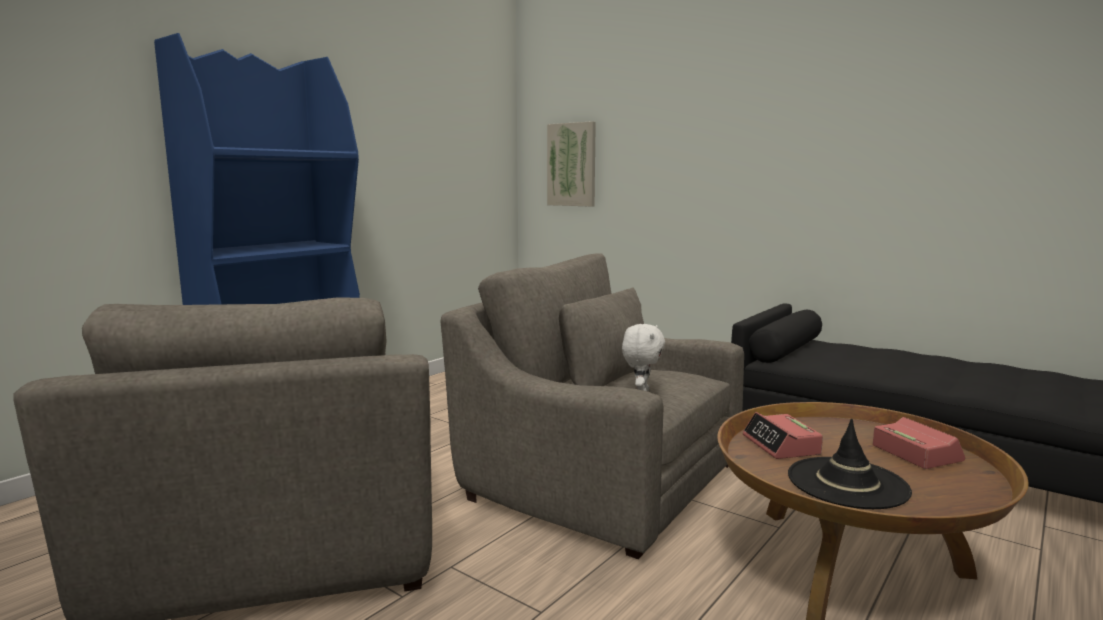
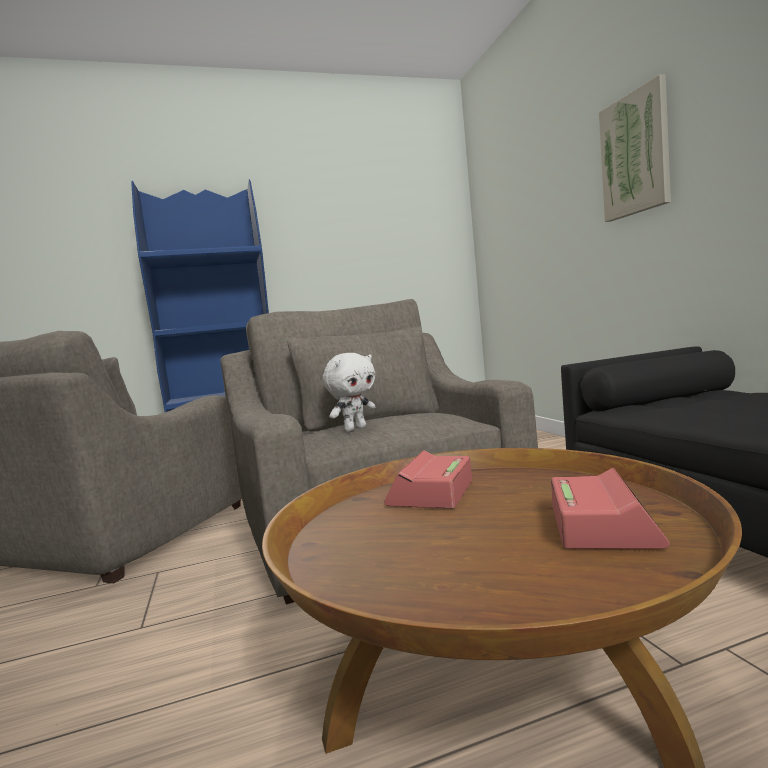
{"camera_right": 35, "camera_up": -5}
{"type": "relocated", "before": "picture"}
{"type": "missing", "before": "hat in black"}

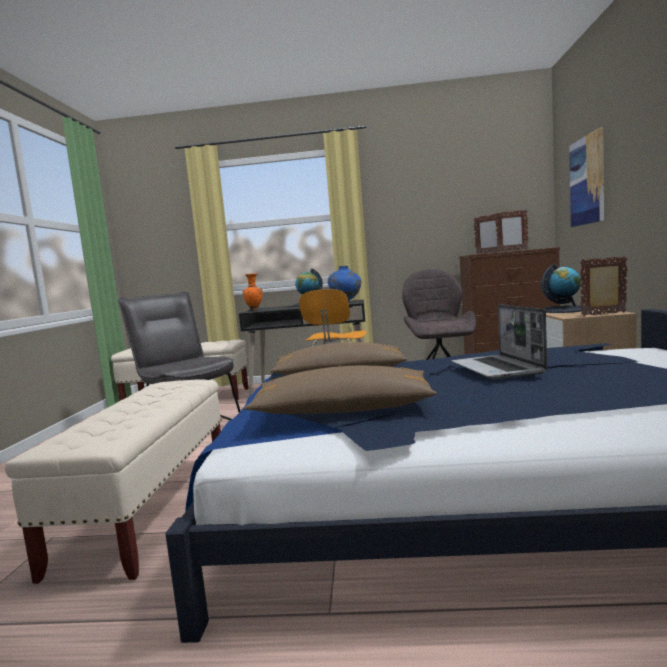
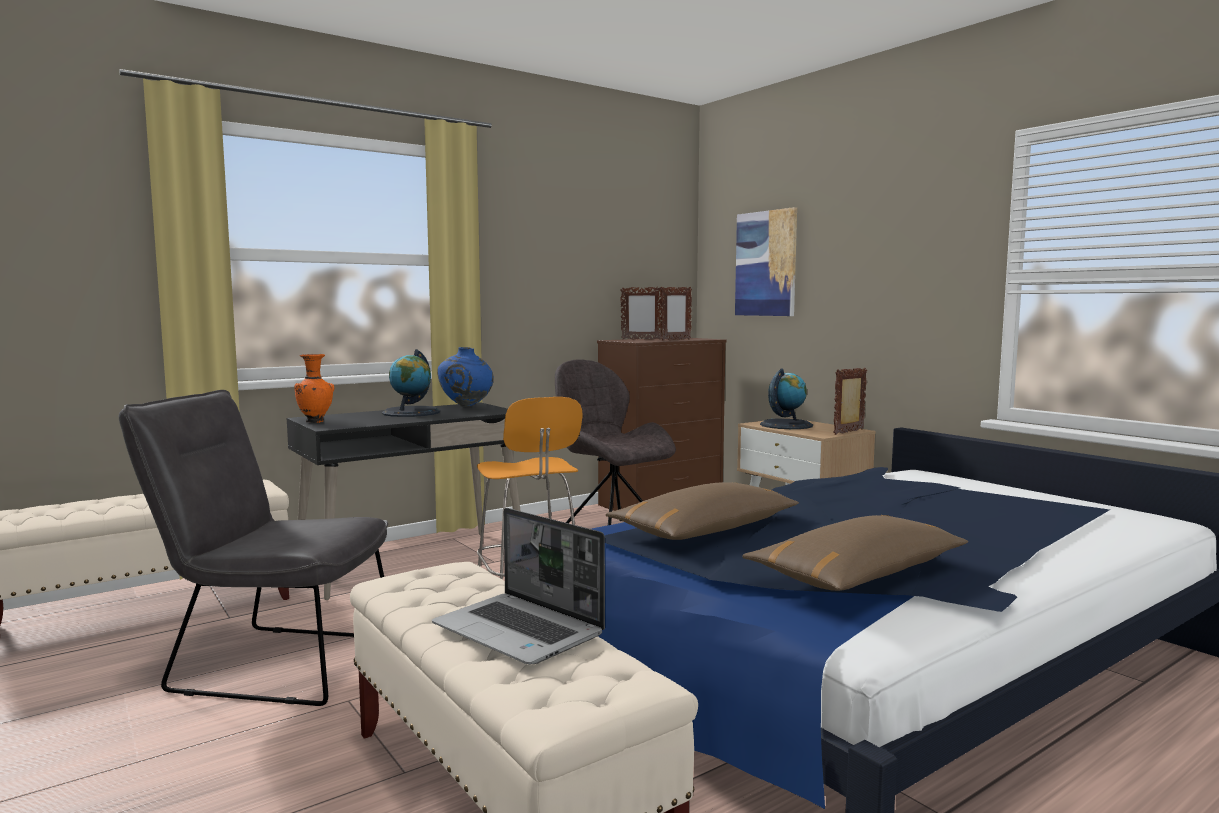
{"camera_right": -40, "camera_up": 0}
{"type": "relocated", "before": "laptop"}

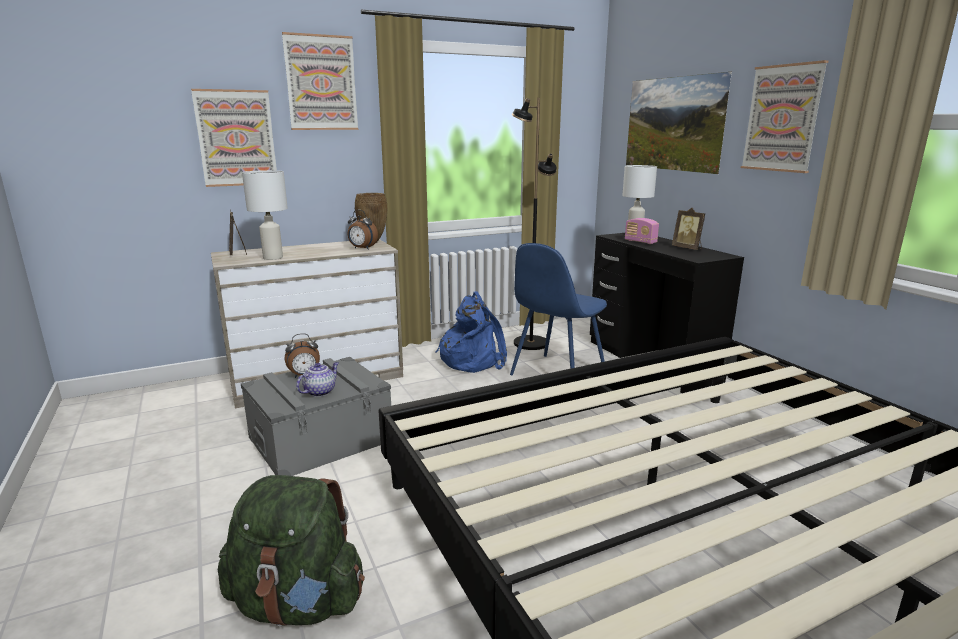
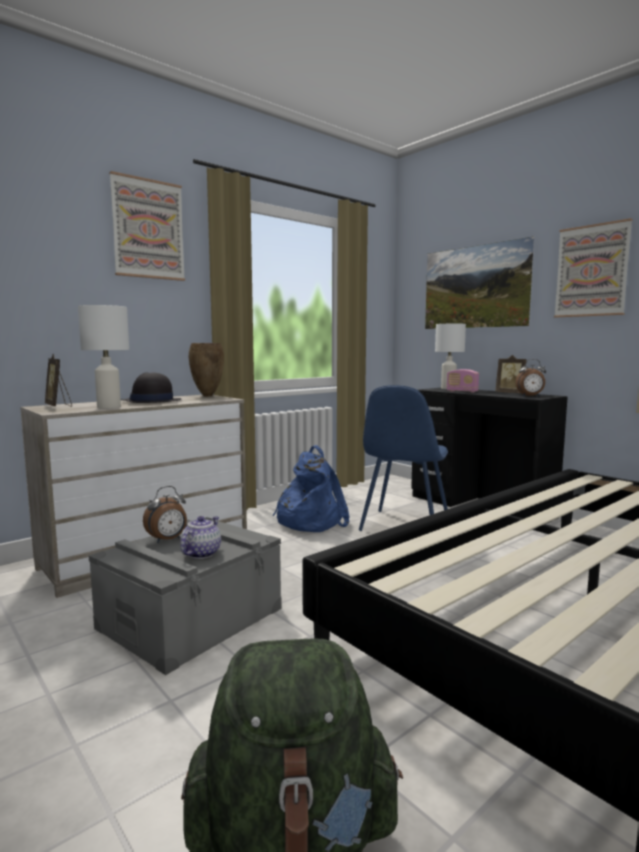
{"camera_right": -15, "camera_up": -10}
{"type": "appeared", "after": "hat in black"}
{"type": "relocated", "before": "alarm clock (no. 2 from left)"}
{"type": "missing", "before": "picture (no. 1 from left)"}
{"type": "missing", "before": "floor lamp in black"}

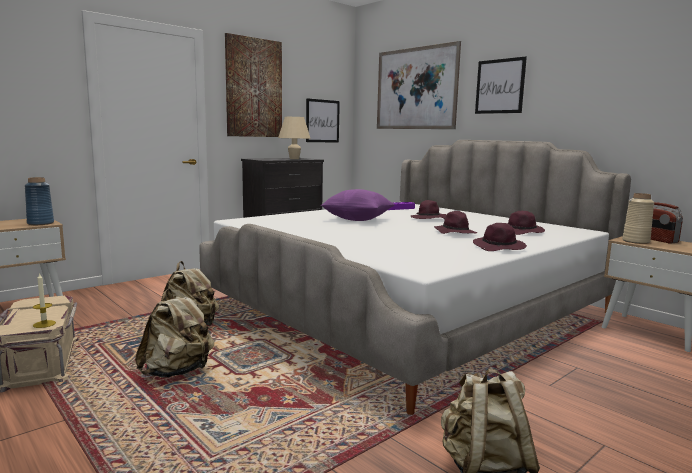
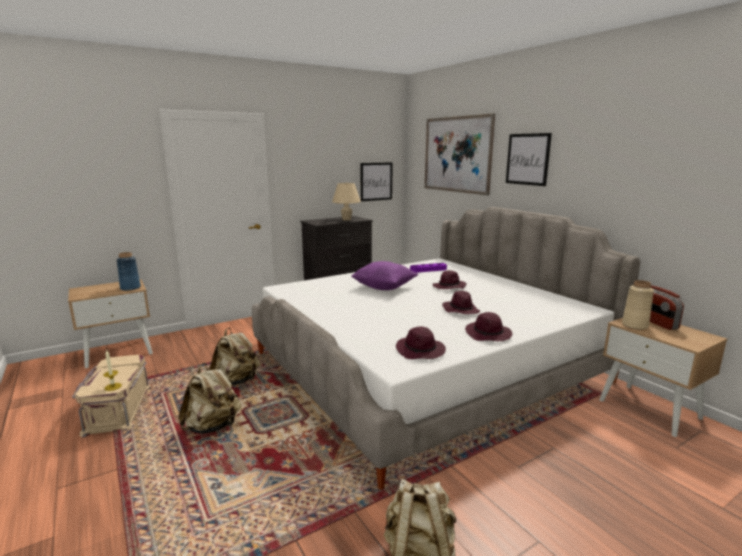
{"camera_right": 10, "camera_up": 5}
{"type": "relocated", "before": "hat in purple (no. 4 from left in the first image)", "after": "hat in purple (no. 1 from left)"}
{"type": "missing", "before": "picture (no. 1 from left)"}

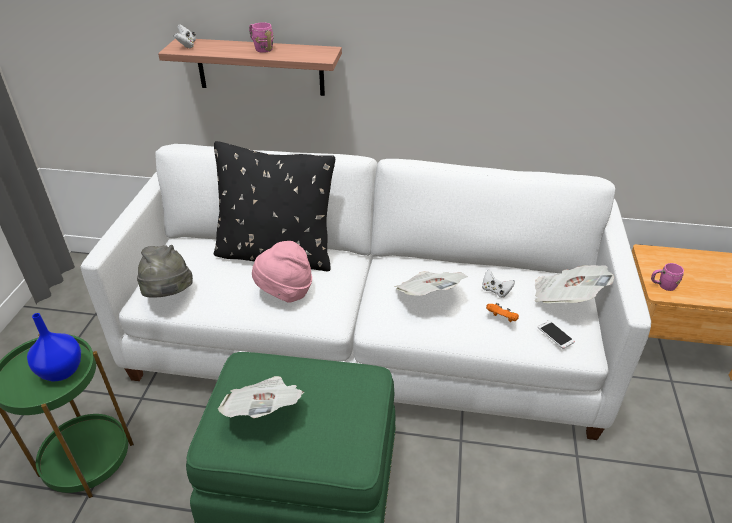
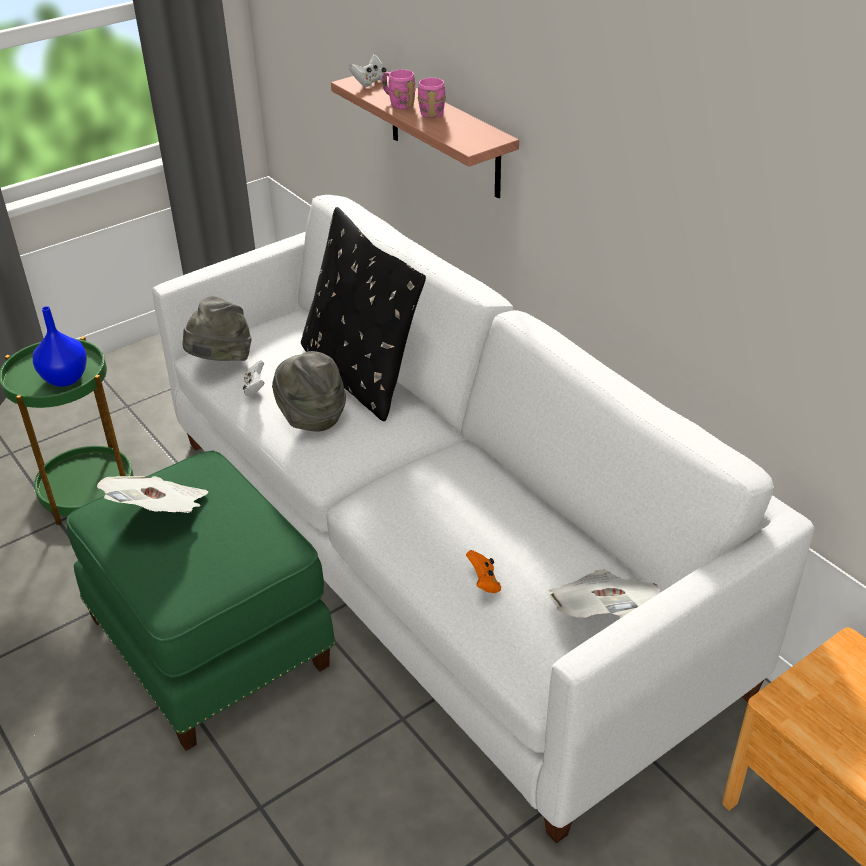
{"camera_right": 45, "camera_up": 0}
{"type": "relocated", "before": "game controller in white (no. 2 from left in the first image)", "after": "game controller in white (no. 1 from left)"}
{"type": "colour", "before": "hat in pink", "after": "hat in grey (no. 2 from left)"}
{"type": "relocated", "before": "mug in pink (no. 2 from left in the first image)", "after": "mug in pink (no. 1 from left)"}
{"type": "missing", "before": "newspaper (no. 2 from left)"}
{"type": "missing", "before": "phone"}

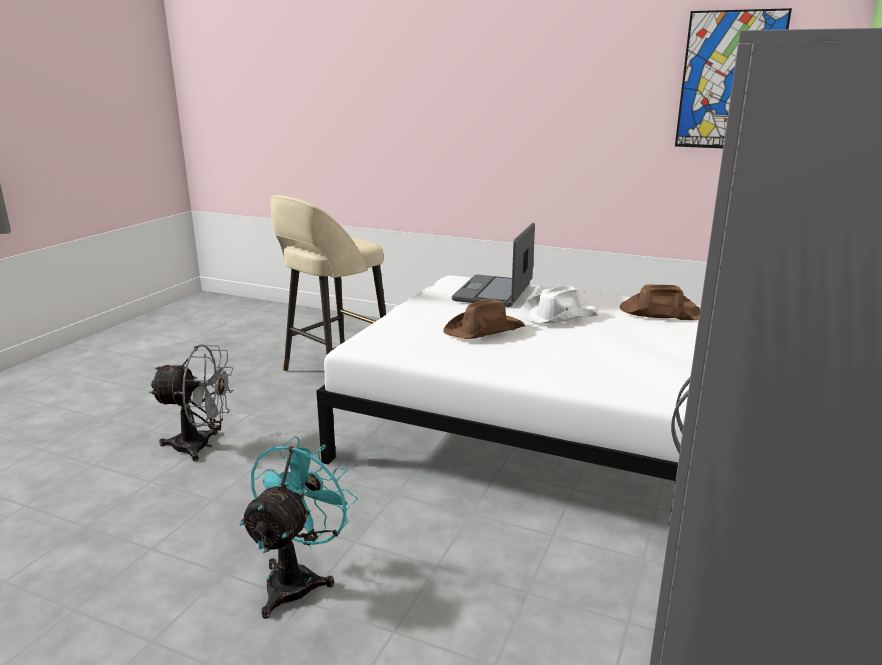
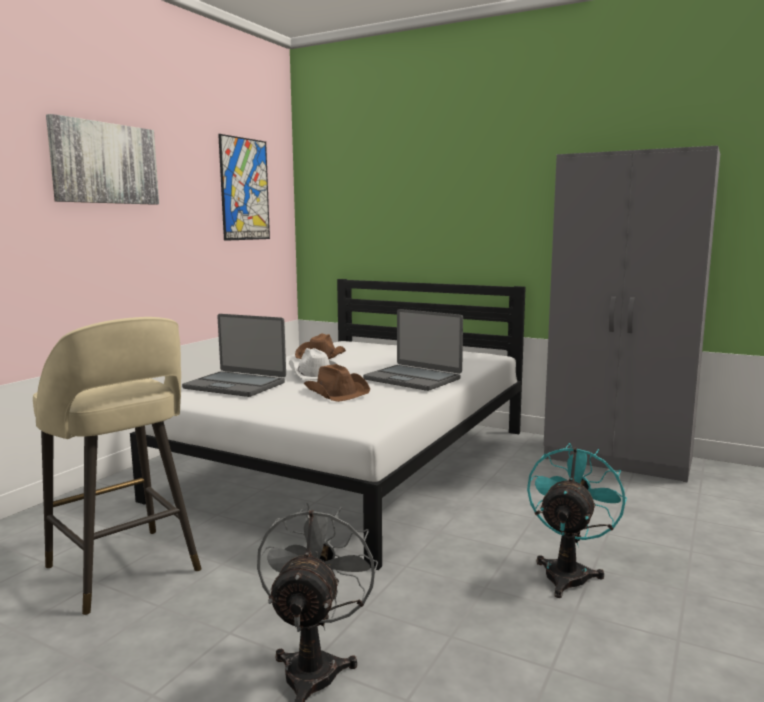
{"camera_right": -85, "camera_up": -10}
{"type": "appeared", "after": "picture (no. 1 from left)"}
{"type": "appeared", "after": "laptop (no. 2 from left)"}
{"type": "spun", "before": "fan in turquoise", "turn": 90}

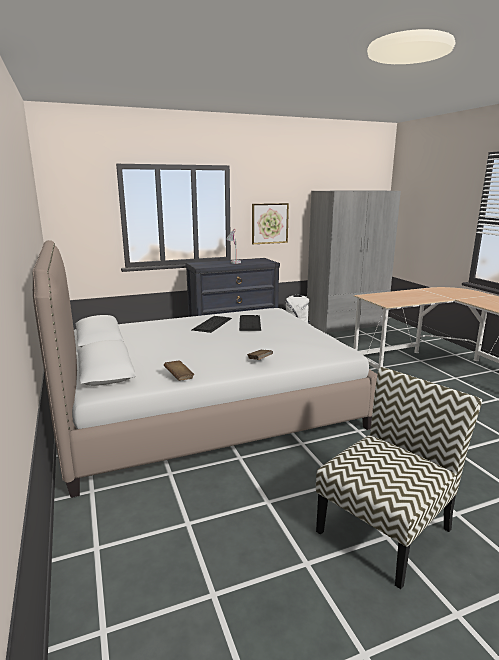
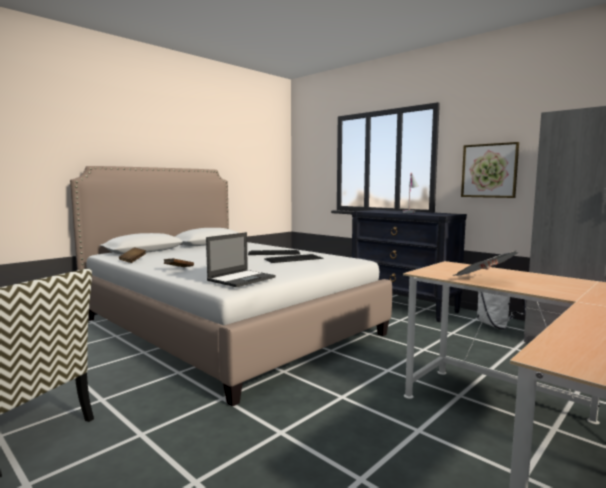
{"camera_right": 65, "camera_up": -10}
{"type": "appeared", "after": "laptop"}
{"type": "appeared", "after": "newspaper"}

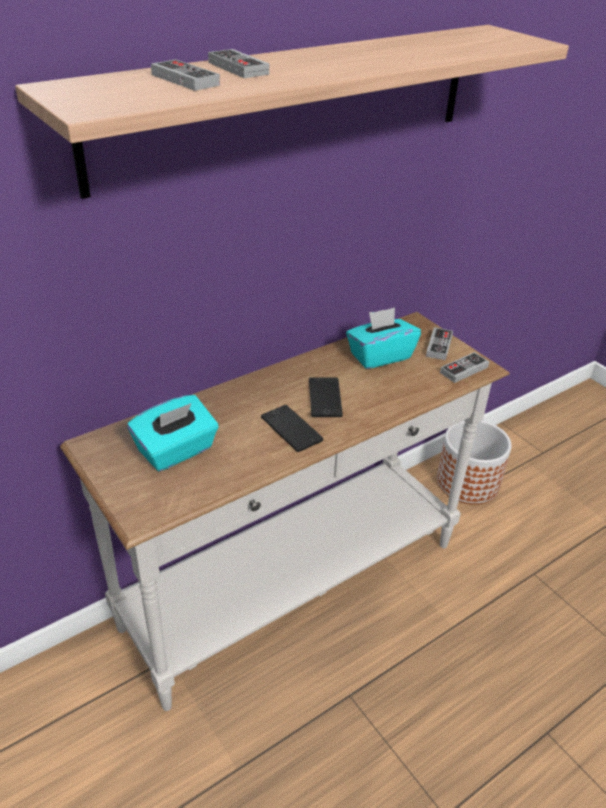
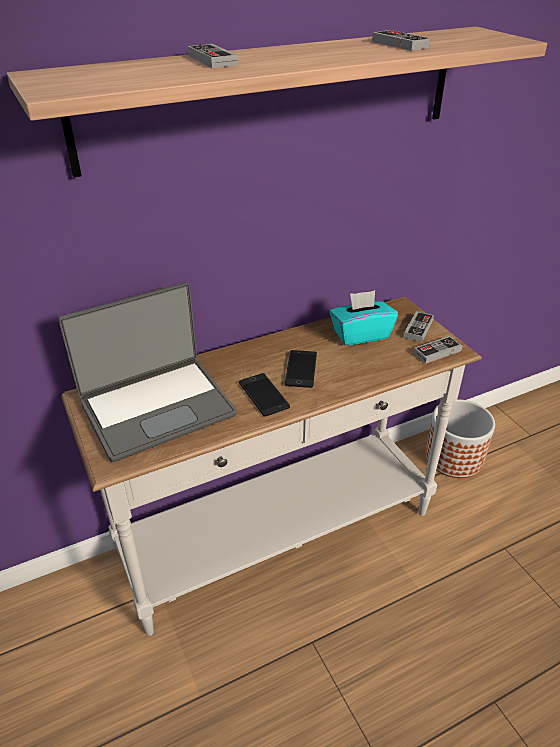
{"camera_right": 10, "camera_up": 0}
{"type": "exchanged", "before": "tissue box in turquoise (no. 1 from left)", "after": "laptop"}
{"type": "relocated", "before": "game controller (no. 1 from left in the first image)", "after": "game controller (no. 2 from left)"}

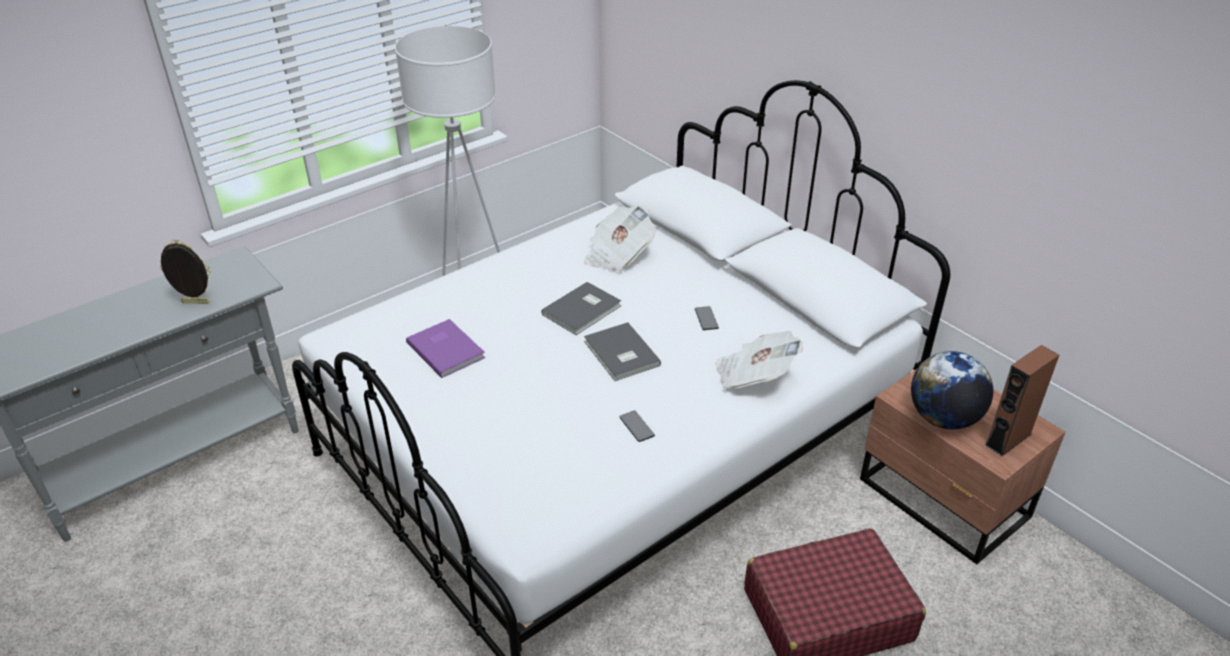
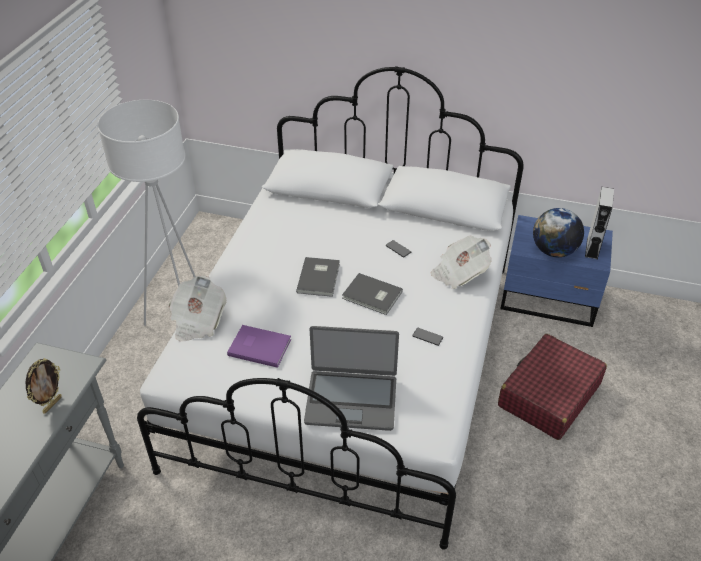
{"camera_right": -35, "camera_up": 5}
{"type": "spun", "before": "picture frame", "turn": 150}
{"type": "relocated", "before": "newspaper (no. 1 from left)"}
{"type": "appeared", "after": "laptop"}
{"type": "colour", "before": "nightstand in brown", "after": "nightstand in blue"}
{"type": "colour", "before": "speaker in brown", "after": "speaker in grey"}

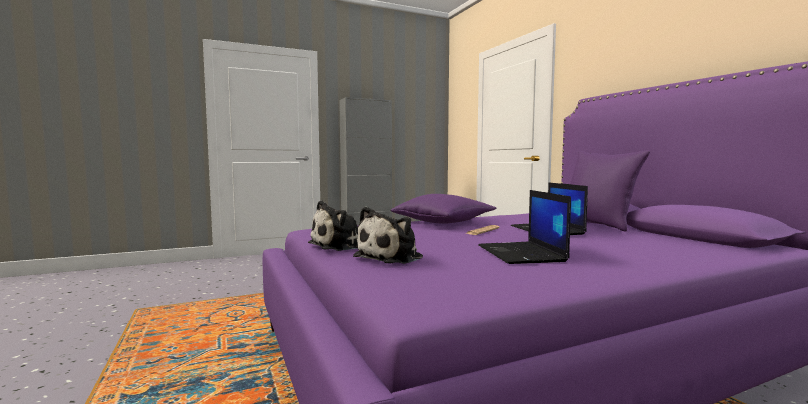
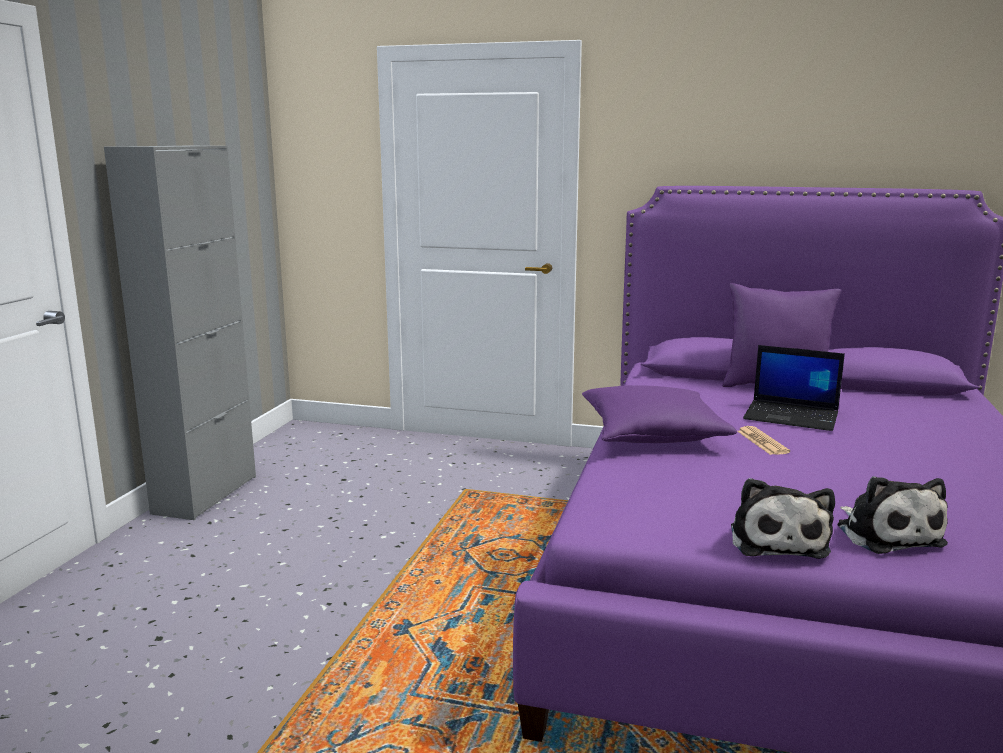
{"camera_right": -50, "camera_up": 10}
{"type": "missing", "before": "laptop (no. 1 from left)"}

